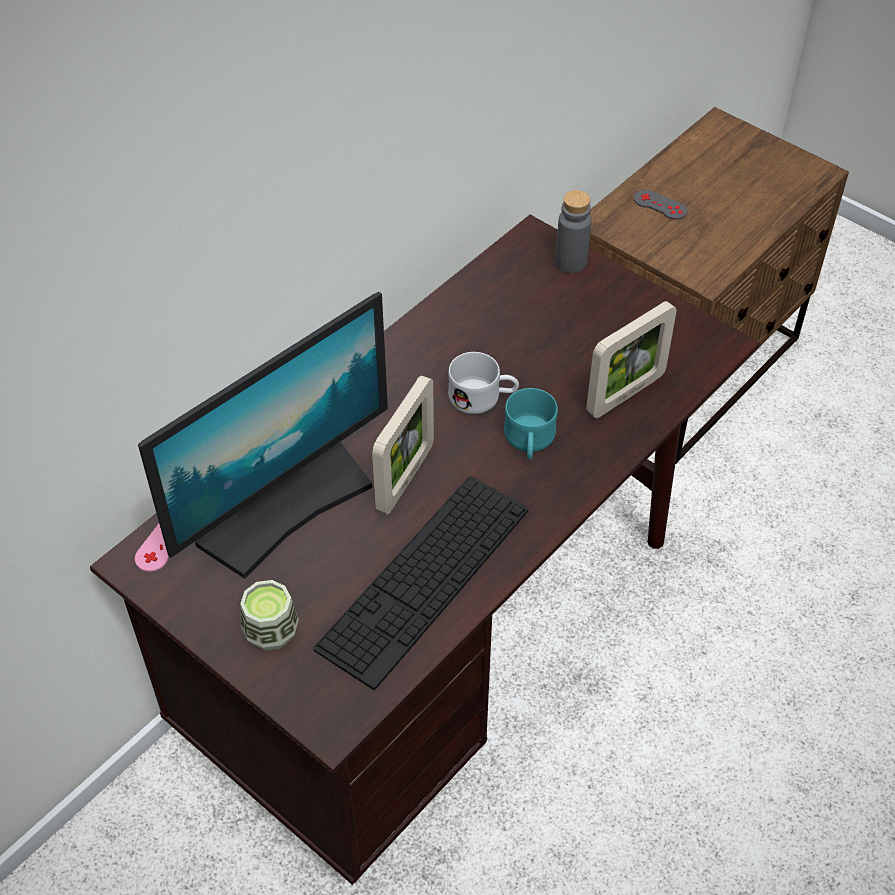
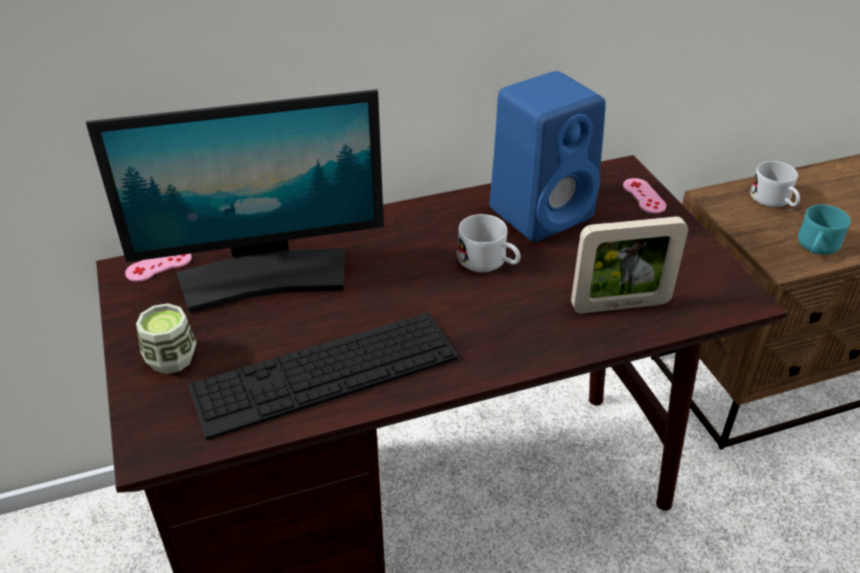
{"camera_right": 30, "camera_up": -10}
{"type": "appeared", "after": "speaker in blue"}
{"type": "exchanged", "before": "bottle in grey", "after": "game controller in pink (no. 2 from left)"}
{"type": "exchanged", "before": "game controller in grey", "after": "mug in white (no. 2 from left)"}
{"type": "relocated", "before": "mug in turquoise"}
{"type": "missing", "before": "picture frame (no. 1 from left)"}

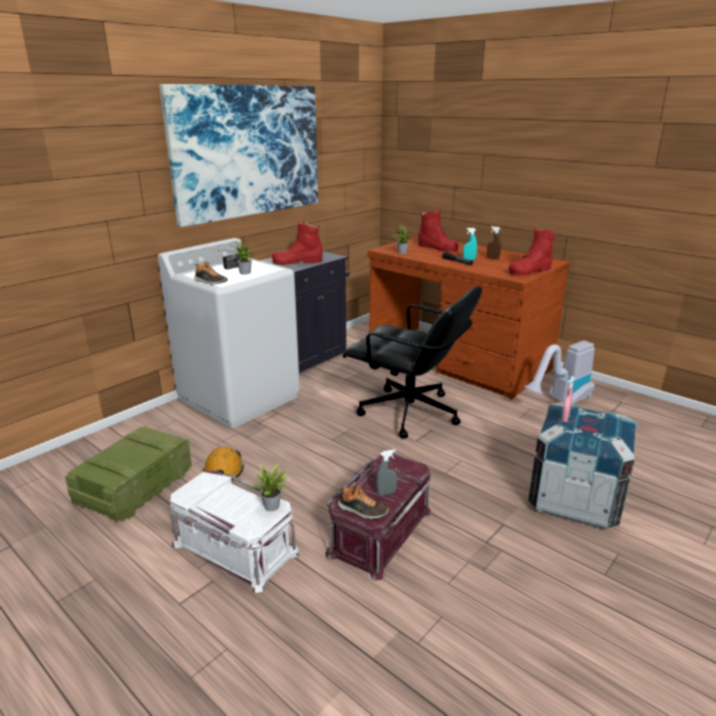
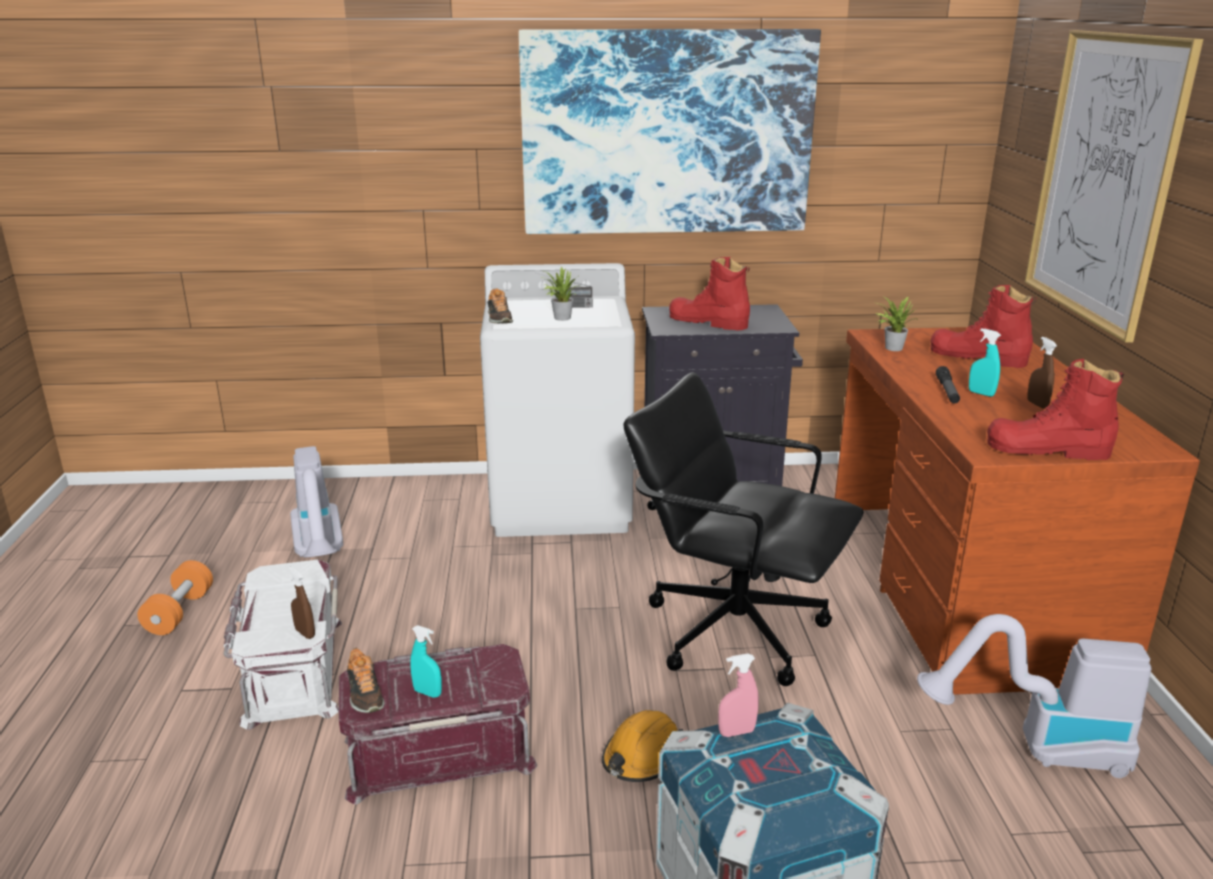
{"camera_right": 45, "camera_up": 0}
{"type": "appeared", "after": "dumbbell in orange"}
{"type": "exchanged", "before": "potted plant (no. 2 from left)", "after": "spray bottle in brown (no. 1 from left)"}
{"type": "exchanged", "before": "crate (no. 1 from left)", "after": "vacuum cleaner (no. 1 from left)"}
{"type": "colour", "before": "spray bottle in grey", "after": "spray bottle in turquoise (no. 1 from left)"}
{"type": "relocated", "before": "hard hat in orange"}
{"type": "spun", "before": "office chair in black", "turn": 135}
{"type": "spun", "before": "boot in red (no. 2 from left)", "turn": 120}
{"type": "appeared", "after": "picture (no. 2 from left)"}

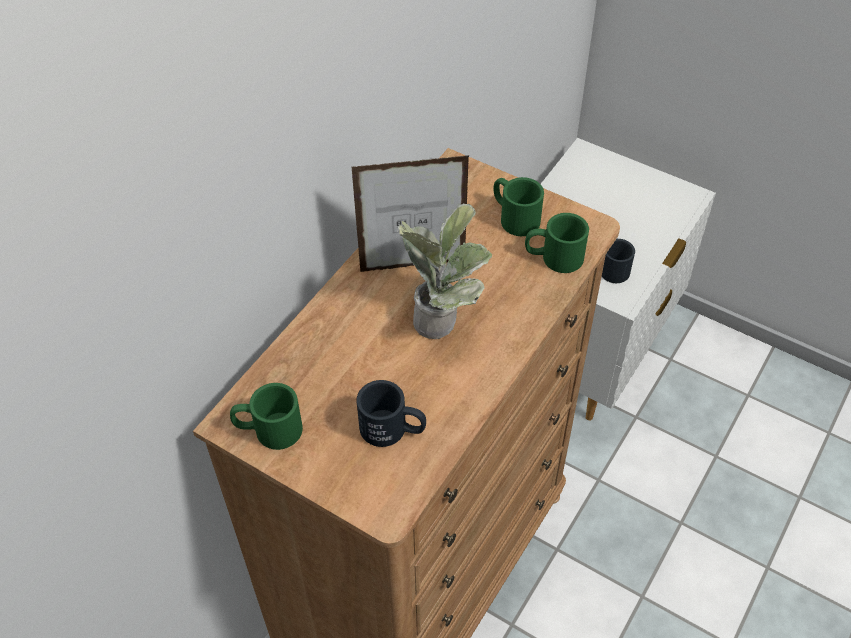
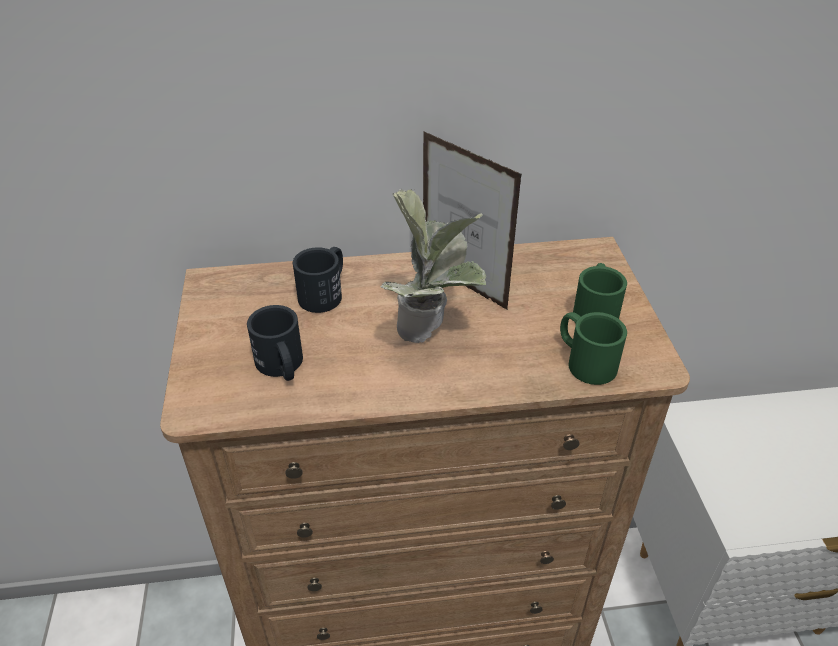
{"camera_right": 50, "camera_up": -10}
{"type": "relocated", "before": "mug in black (no. 2 from left)"}
{"type": "missing", "before": "mug in green (no. 1 from left)"}

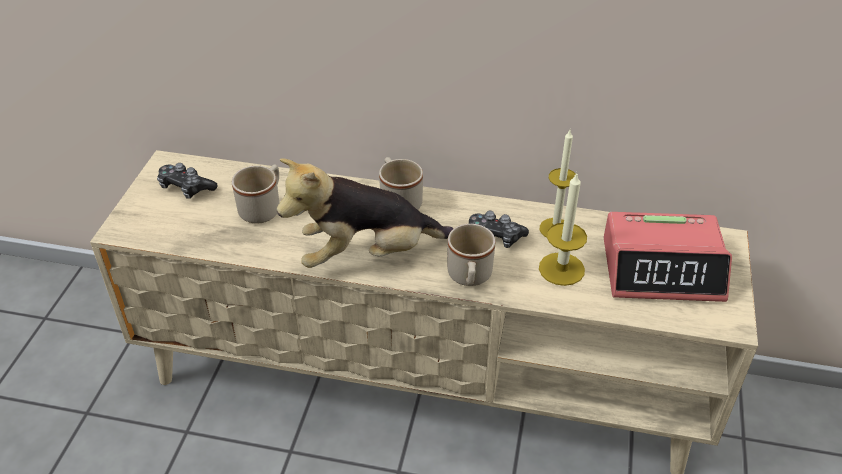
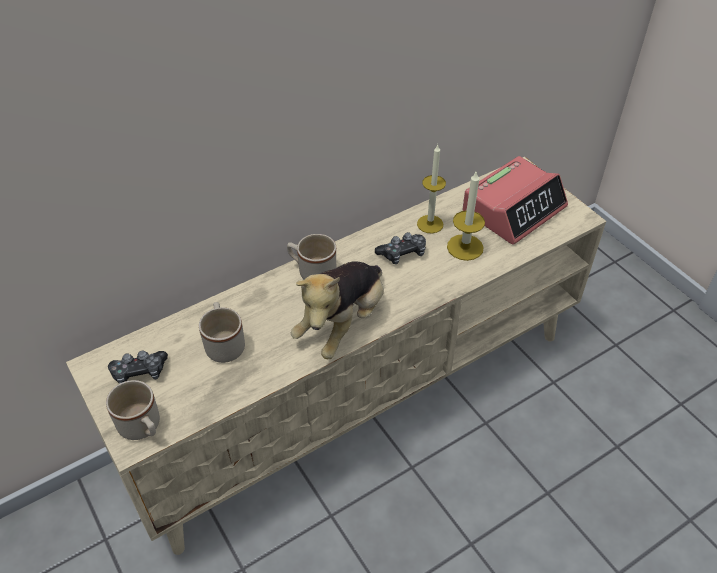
{"camera_right": -45, "camera_up": 5}
{"type": "relocated", "before": "mug in beige (no. 3 from left in the first image)", "after": "mug in beige (no. 1 from left)"}

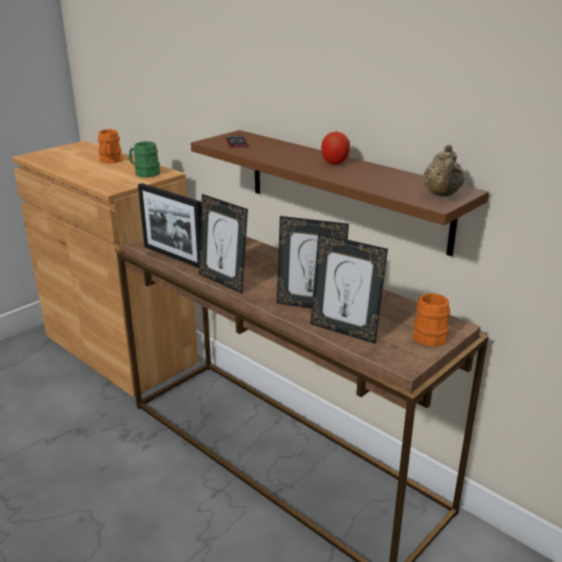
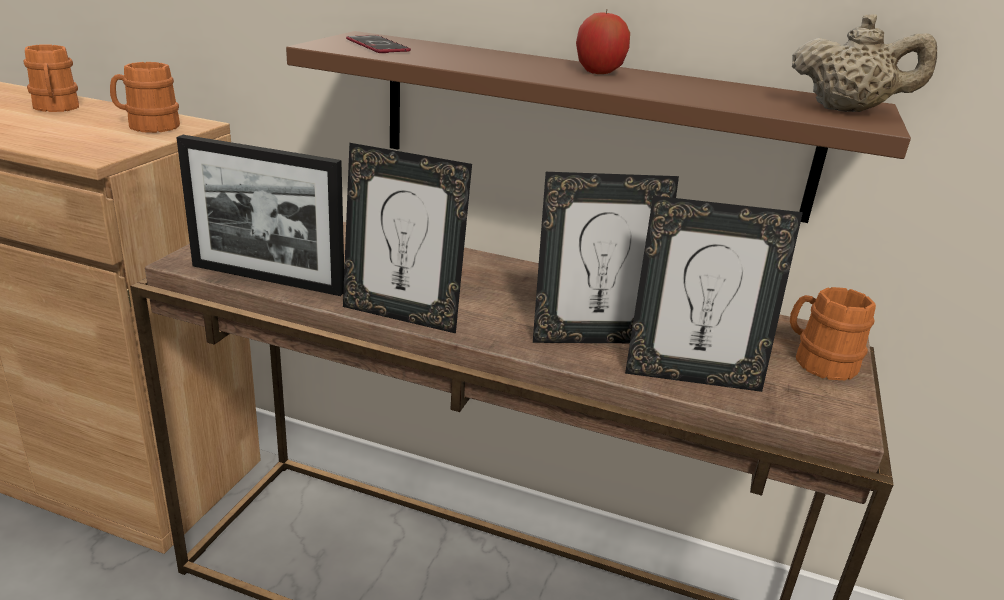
{"camera_right": -25, "camera_up": 0}
{"type": "colour", "before": "mug in green", "after": "mug in orange (no. 2 from left)"}
{"type": "spun", "before": "teapot in beige", "turn": -60}

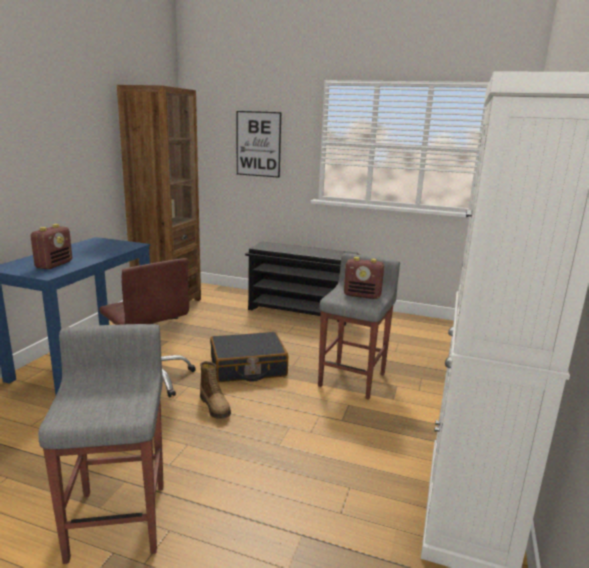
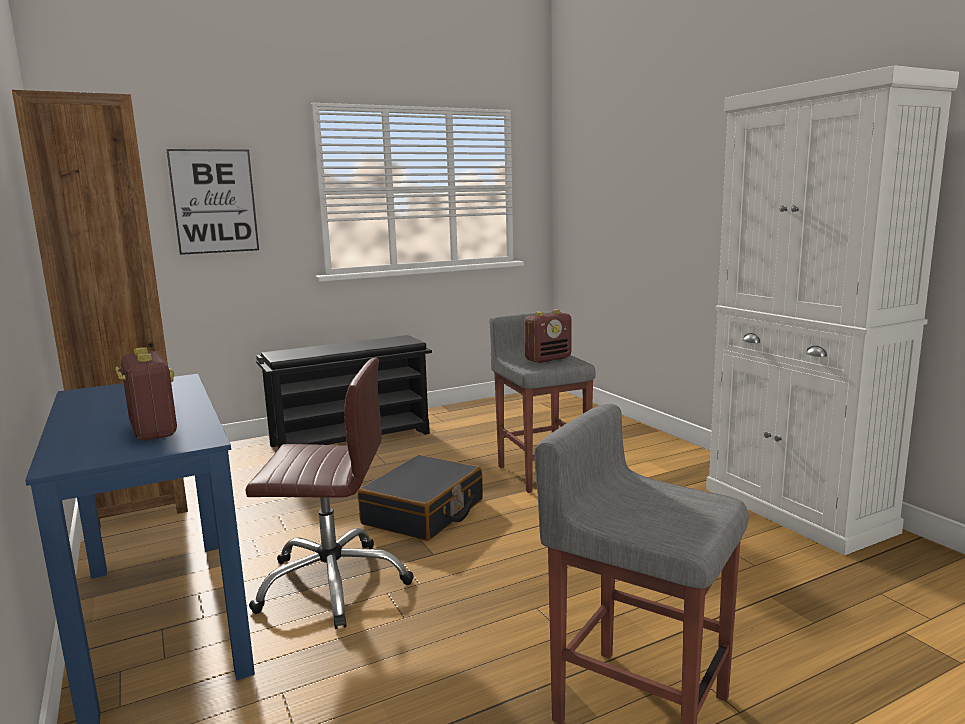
{"camera_right": -45, "camera_up": -5}
{"type": "missing", "before": "boot"}

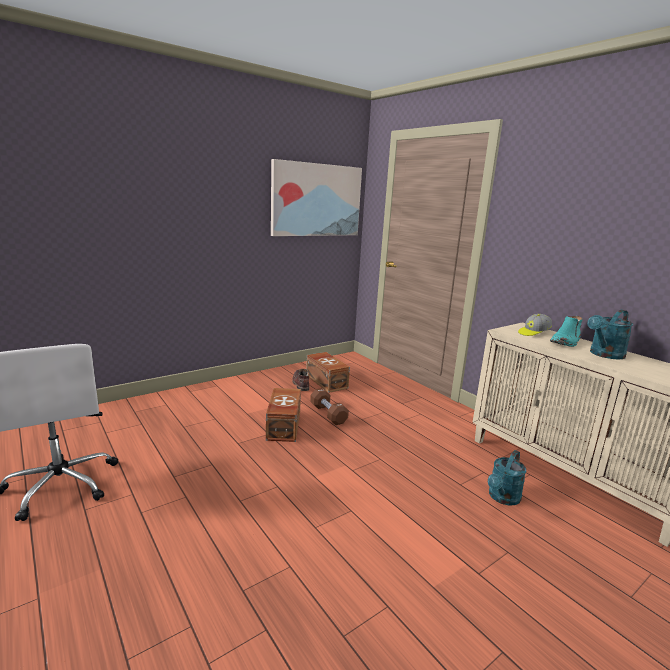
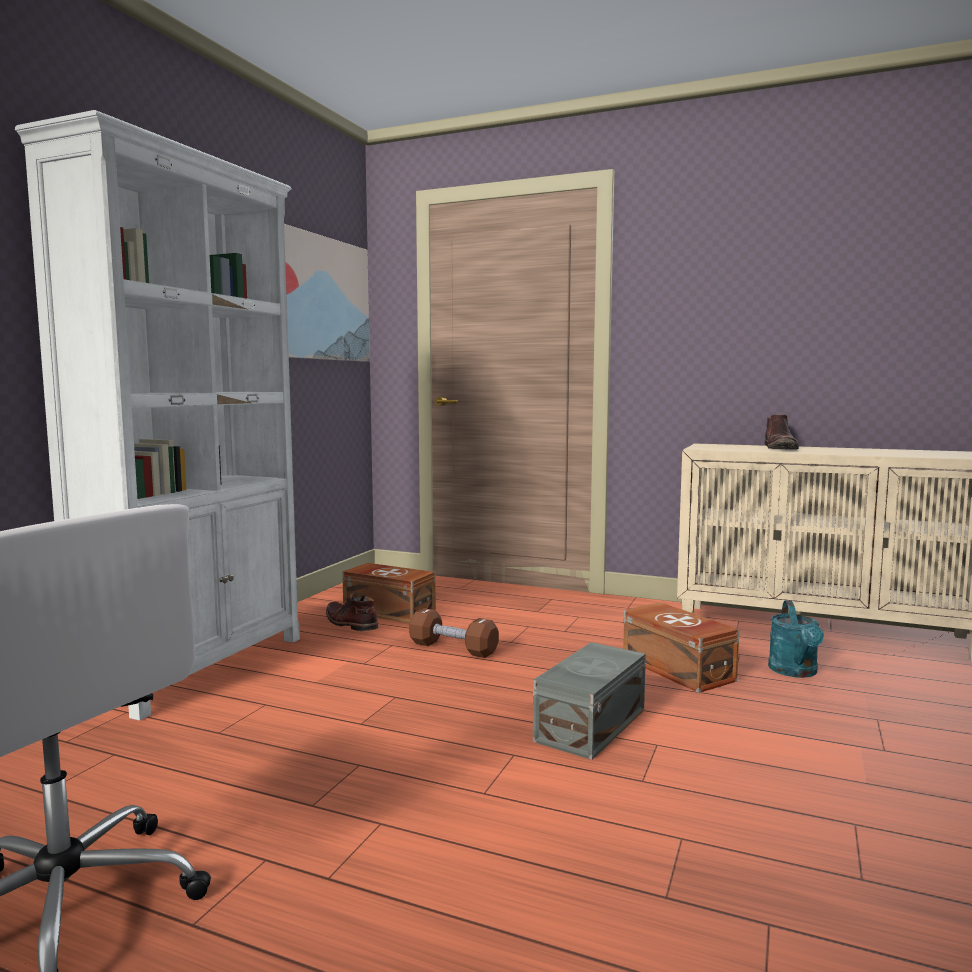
{"camera_right": -30, "camera_up": -10}
{"type": "appeared", "after": "bookcase in white"}
{"type": "appeared", "after": "storage box in grey"}
{"type": "relocated", "before": "storage box in brown (no. 1 from left in the first image)", "after": "storage box in brown (no. 2 from left)"}
{"type": "colour", "before": "boot in turquoise", "after": "boot in brown (no. 2 from left)"}
{"type": "missing", "before": "cap"}
{"type": "missing", "before": "watering can in turquoise (no. 2 from left)"}

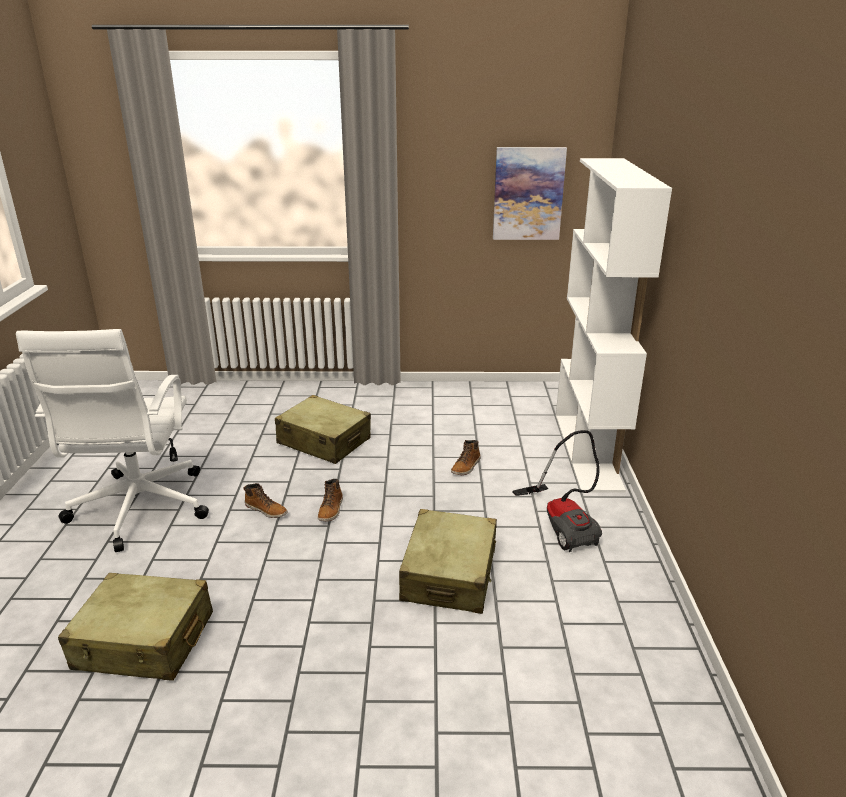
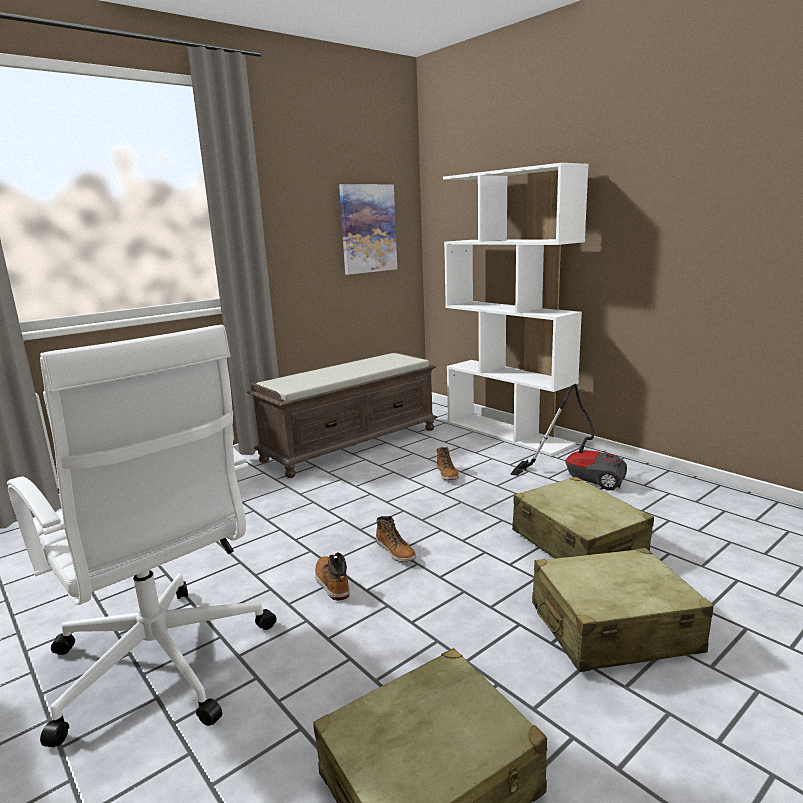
{"camera_right": -40, "camera_up": -10}
{"type": "appeared", "after": "bench in brown"}
{"type": "spun", "before": "boot (no. 1 from left)", "turn": -105}
{"type": "relocated", "before": "suitcase in beige (no. 2 from left in the first image)", "after": "suitcase in beige (no. 3 from left)"}

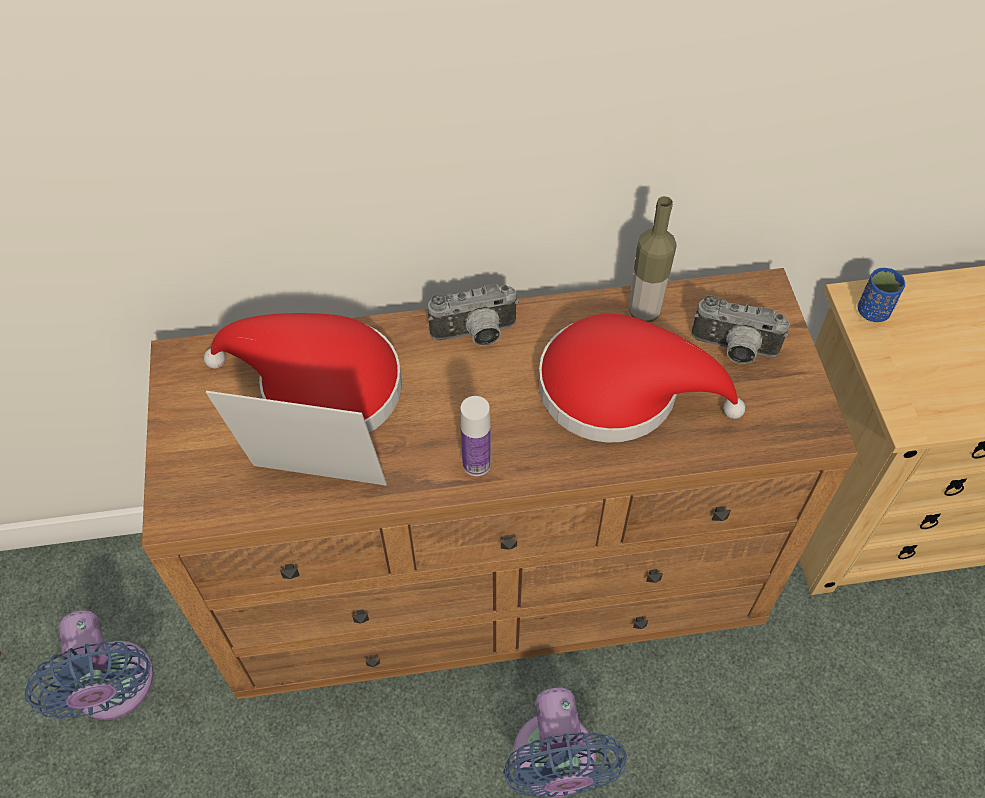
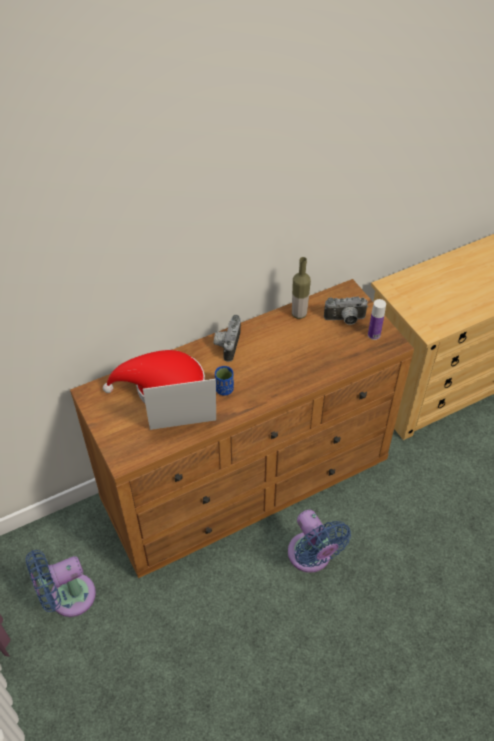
{"camera_right": -20, "camera_up": -5}
{"type": "spun", "before": "fan in blue (no. 1 from left)", "turn": 105}
{"type": "spun", "before": "photo camera (no. 1 from left)", "turn": 135}
{"type": "relocated", "before": "cup in blue"}
{"type": "relocated", "before": "bottle (no. 1 from left in the first image)", "after": "bottle (no. 2 from left)"}
{"type": "missing", "before": "hat in red (no. 2 from left)"}

